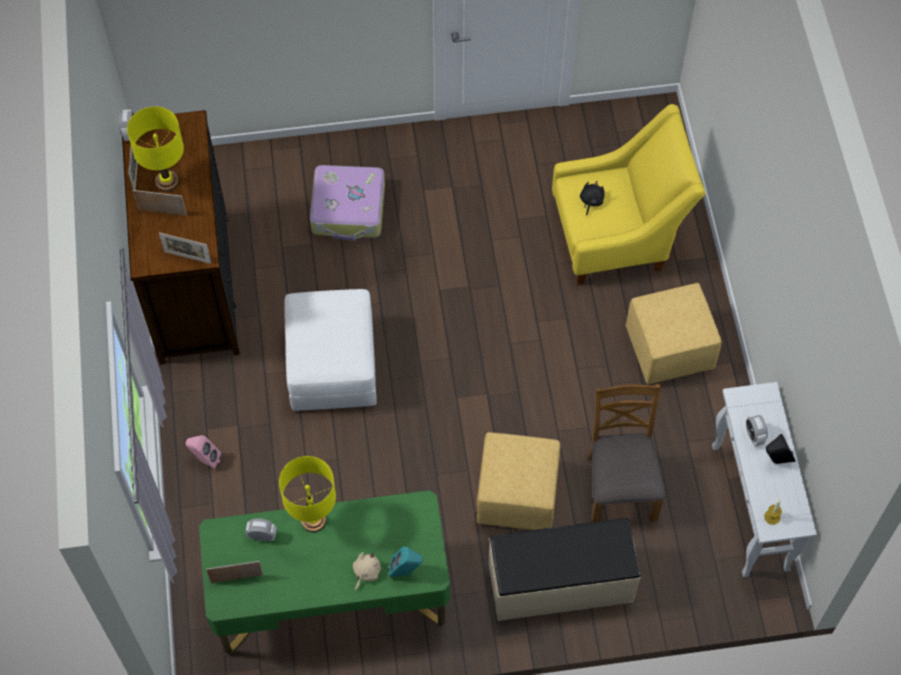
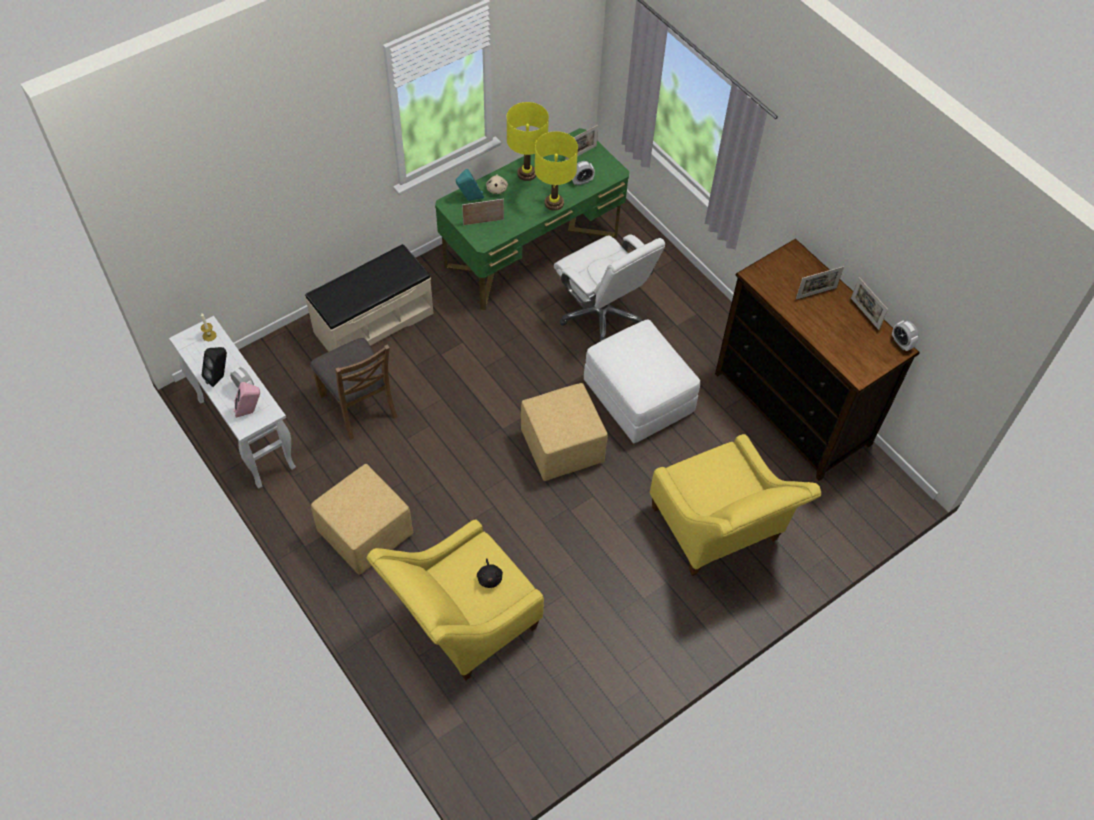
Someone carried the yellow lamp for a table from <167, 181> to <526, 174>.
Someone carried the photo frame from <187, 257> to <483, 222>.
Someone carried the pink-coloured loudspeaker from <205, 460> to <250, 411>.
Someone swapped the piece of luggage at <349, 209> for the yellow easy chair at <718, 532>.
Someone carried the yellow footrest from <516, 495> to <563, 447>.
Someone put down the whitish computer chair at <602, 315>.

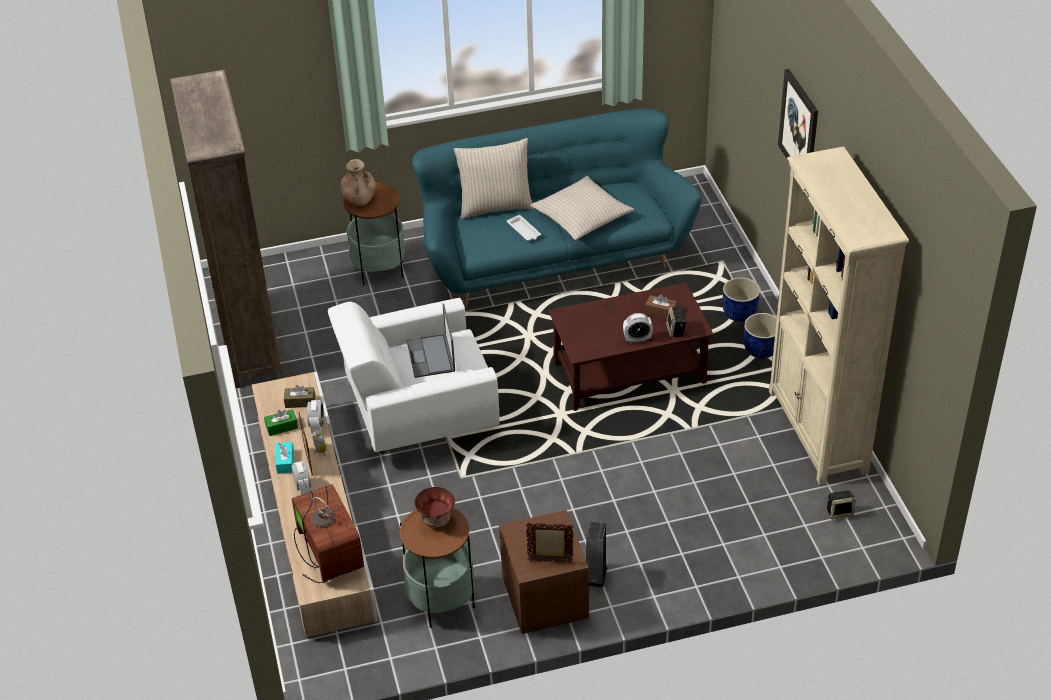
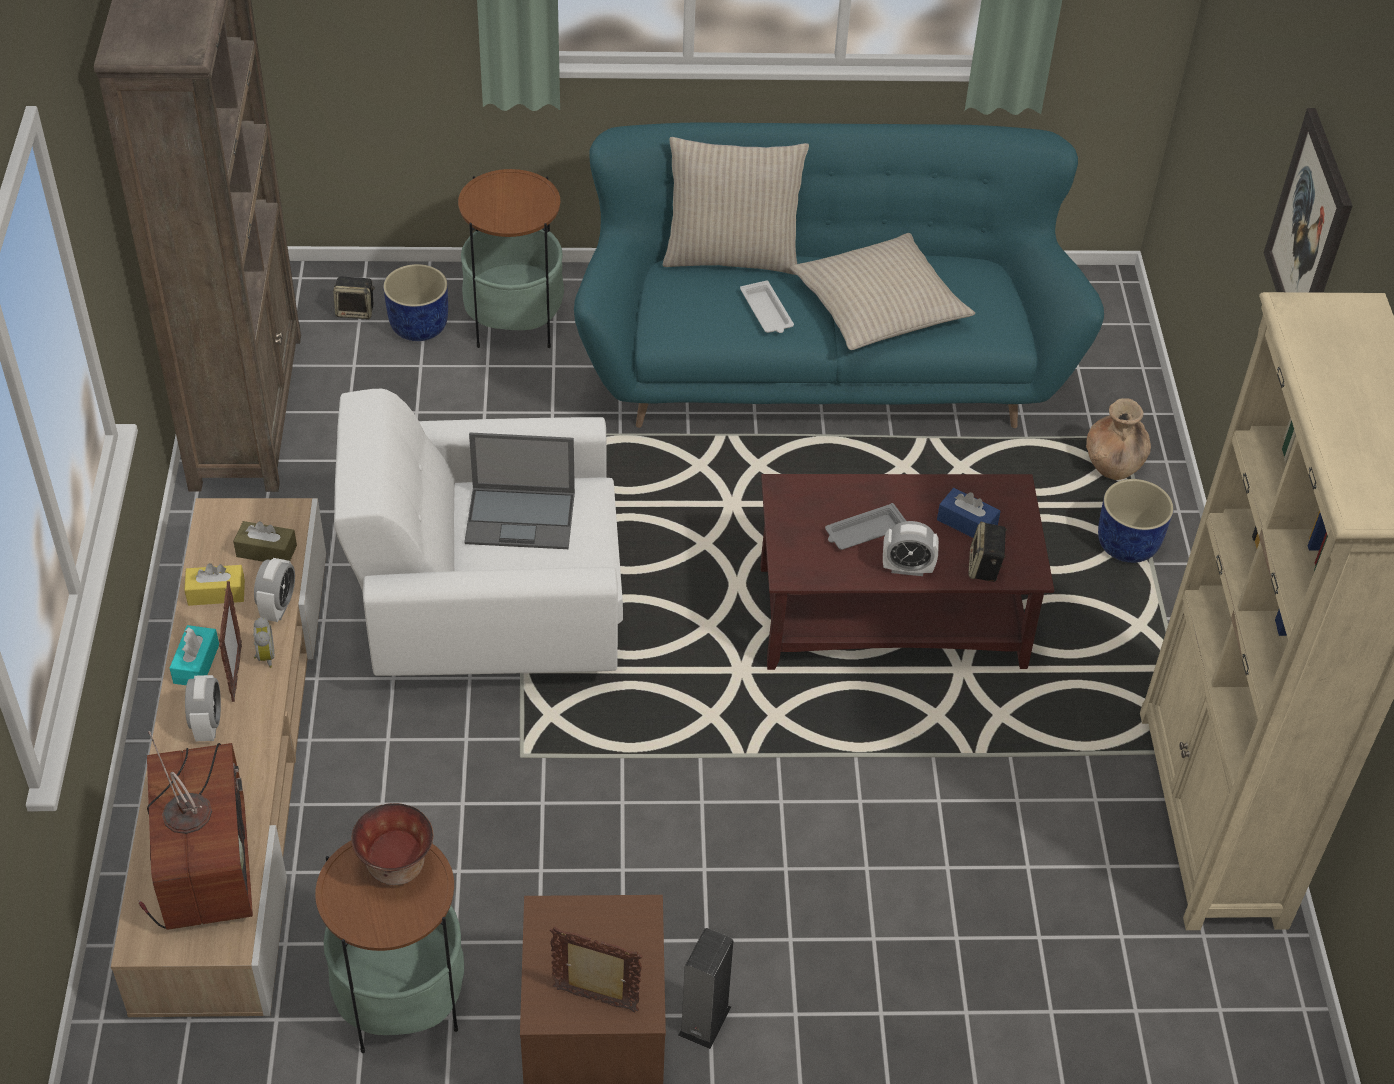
Someone repainted the green tissue holder at <281, 427>, which became the yellow tissue holder at <216, 593>.
Someone carried the brownish decorative vase from <359, 199> to <1113, 465>.
Someone rotated the portable computer at <431, 356> by 90 degrees counterclockwise.
Someone repainted the brownish tissue holder at <660, 312>, which became the bluish tissue holder at <967, 523>.
Someone carried the bluish plant pot from <761, 349> to <420, 326>.
Someone carried the loudspeaker from <840, 512> to <356, 311>.
Someone put down the grey serving tray at <864, 532>.

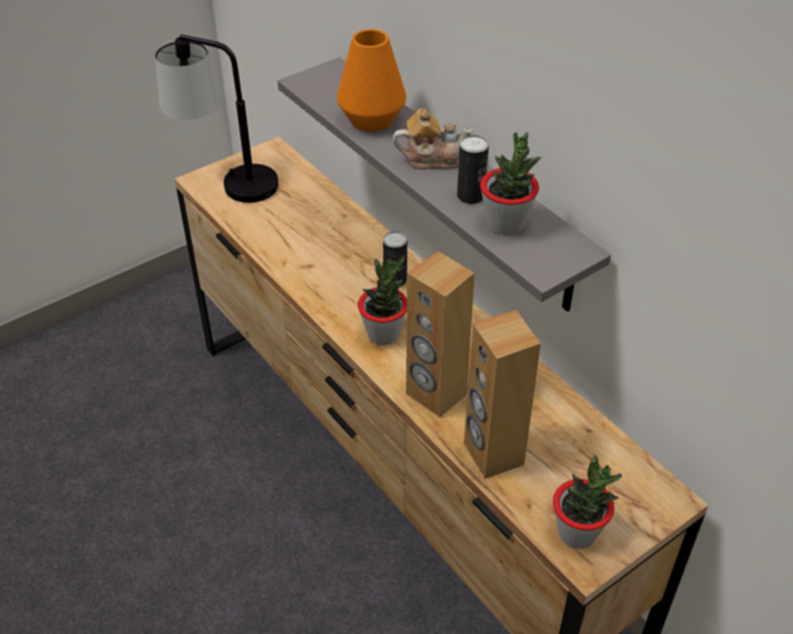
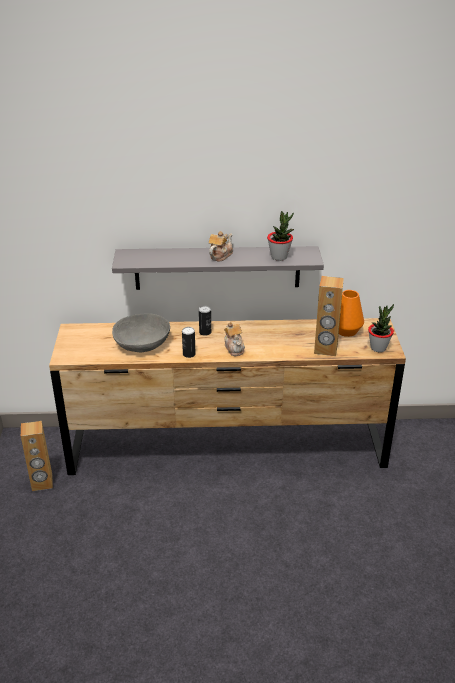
Someone took away the lamp for a table at <226, 182>.
Someone carried the orange-coloured decorative vase from <372, 119> to <346, 331>.
Someone swapped the potted plant at <383, 334> for the tea pot at <234, 348>.
Someone carried the brownish loudspeaker from <435, 394> to <42, 483>.
Someone carried the can from <470, 196> to <189, 354>.
Someone put down the grey serving bowl at <142, 343>.

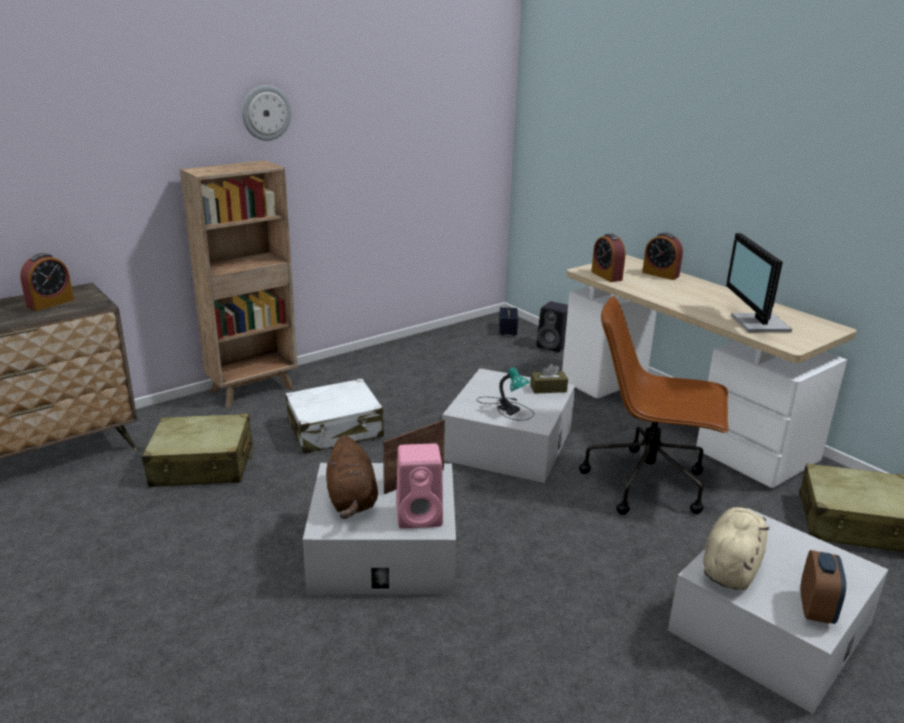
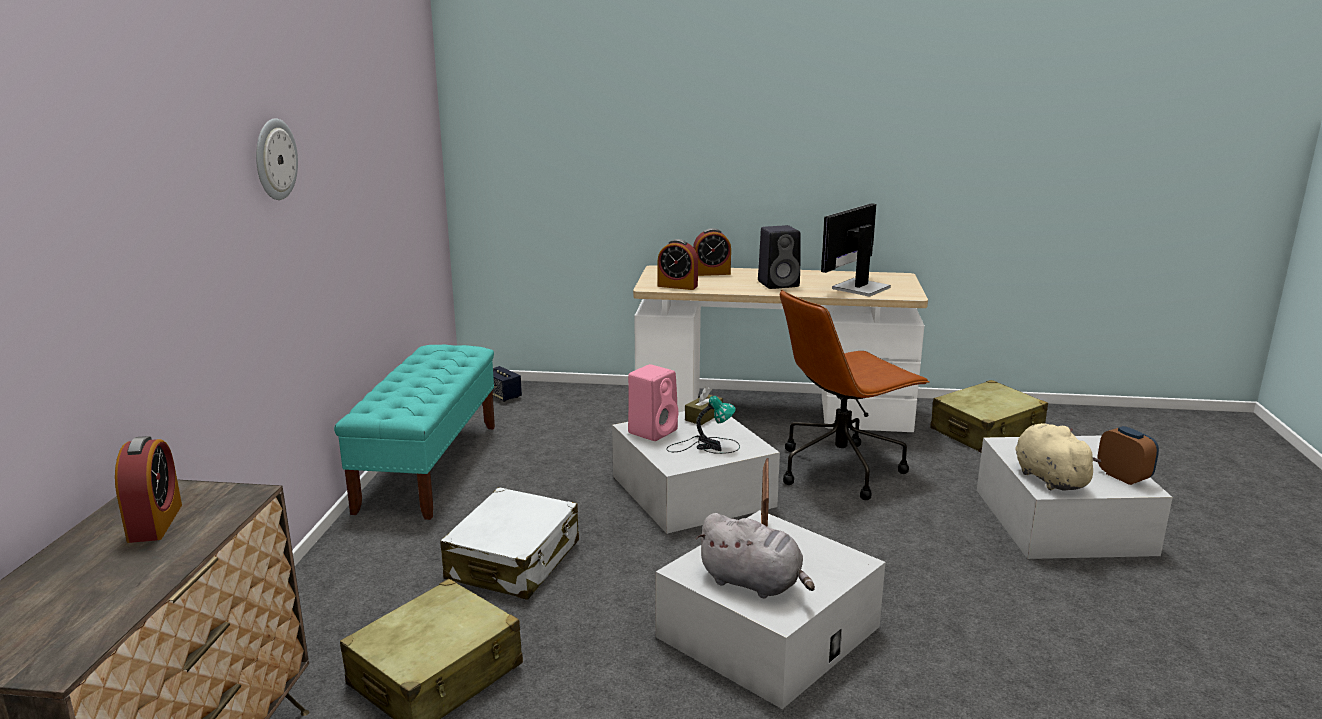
Someone took away the brownish bookcase at <254, 390>.
Someone repainted the brownish cuddly toy at <352, 501>, which became the grey cuddly toy at <754, 583>.
Someone carried the pink-coloured loudspeaker from <421, 516> to <653, 431>.
Someone carried the black-coloured loudspeaker from <553, 346> to <779, 284>.
Someone rotated the computer display at <758, 324> by 90 degrees clockwise.
Someone put down the turquoise-coloured bench at <429, 466>.

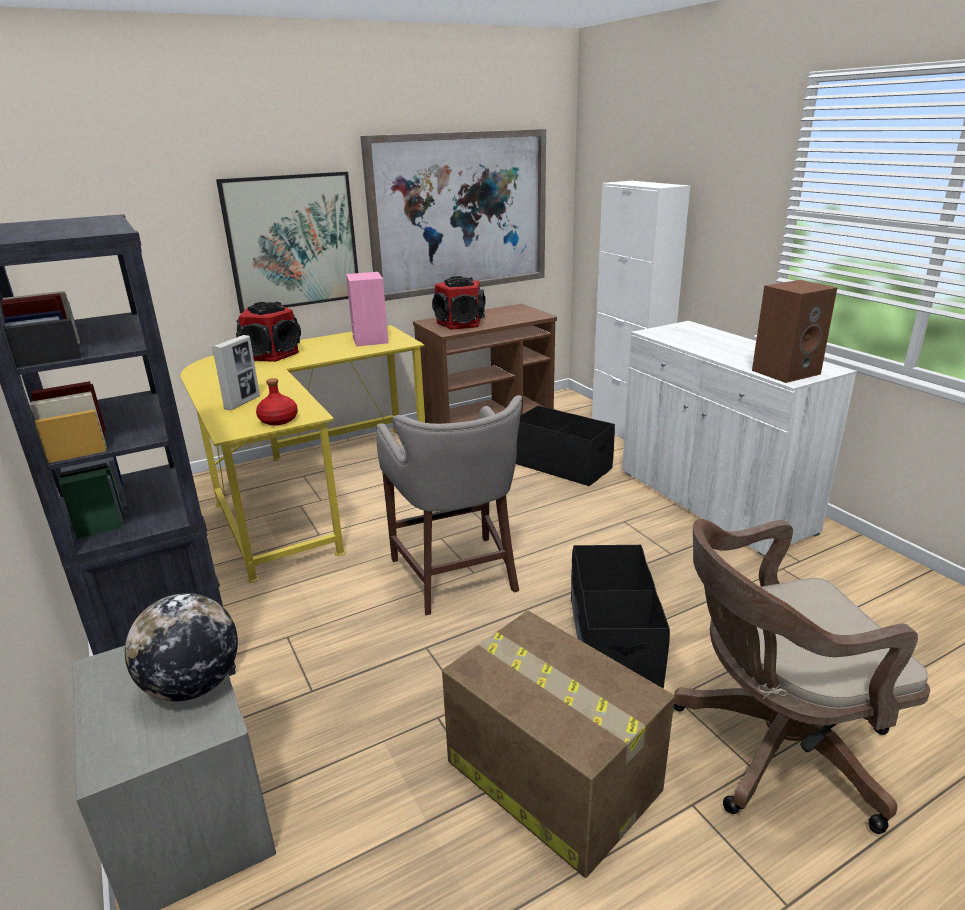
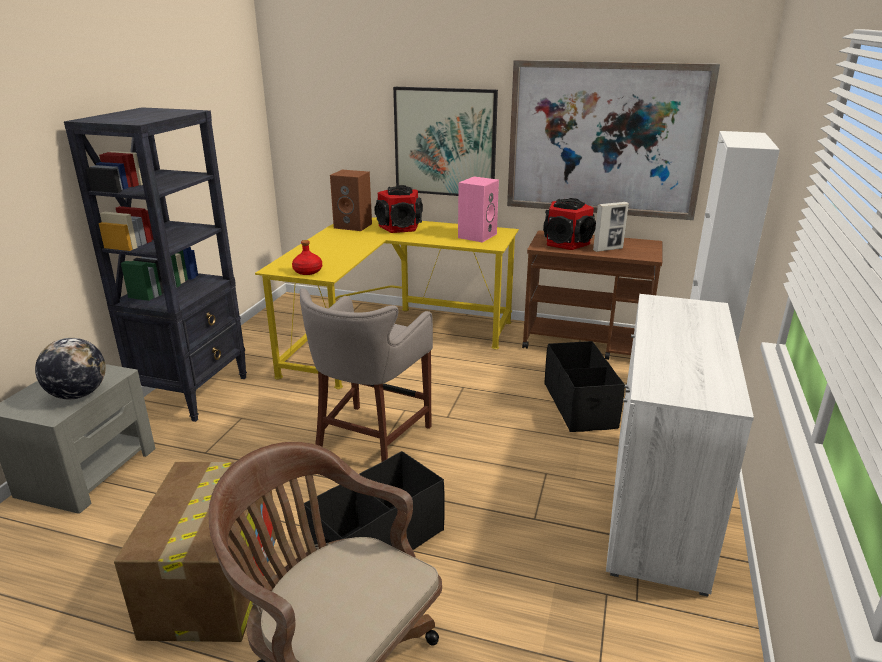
Someone carried the photo frame from <242, 402> to <608, 249>.
Someone carried the brownish loudspeaker from <785, 371> to <354, 226>.

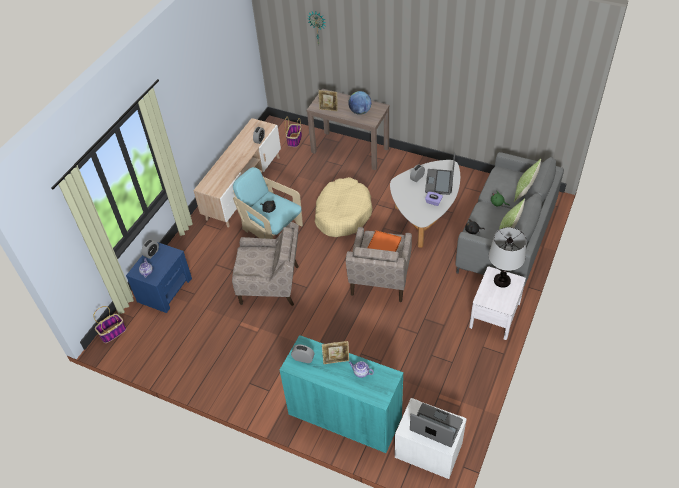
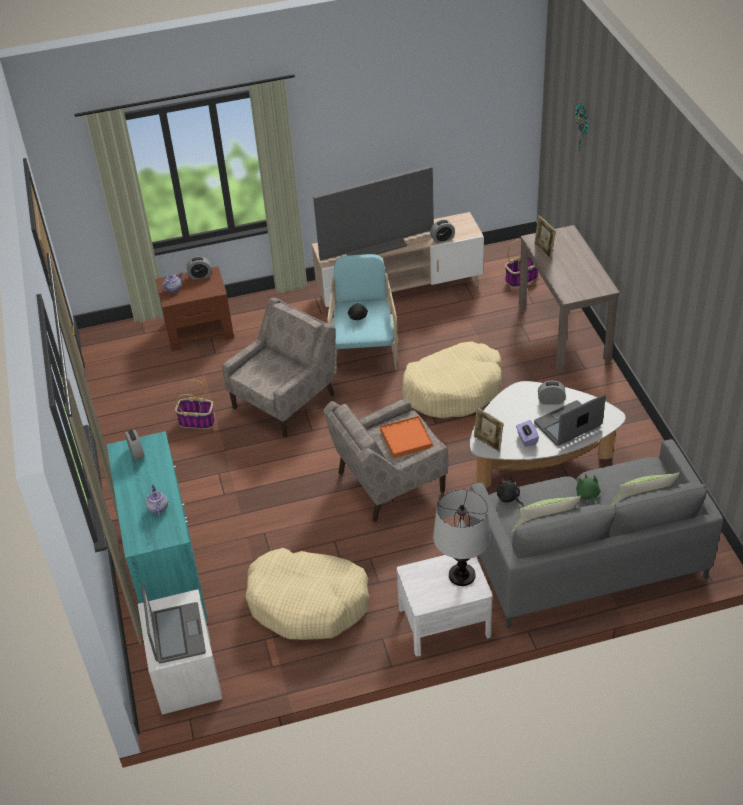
Someone carried the basket from <113, 332> to <197, 421>.
Someone repainted the bluish bedside table at <165, 289>, which became the brownish bedside table at <199, 330>.
Someone rotated the beige easy chair at <270, 285> by 105 degrees counterclockwise.
Someone carried the photo frame from <336, 361> to <487, 443>.
Someone took away the desk globe at <360, 111>.
Someone put down the beige dog cushion at <308, 602>.
Someone put down the TV set at <374, 245>.

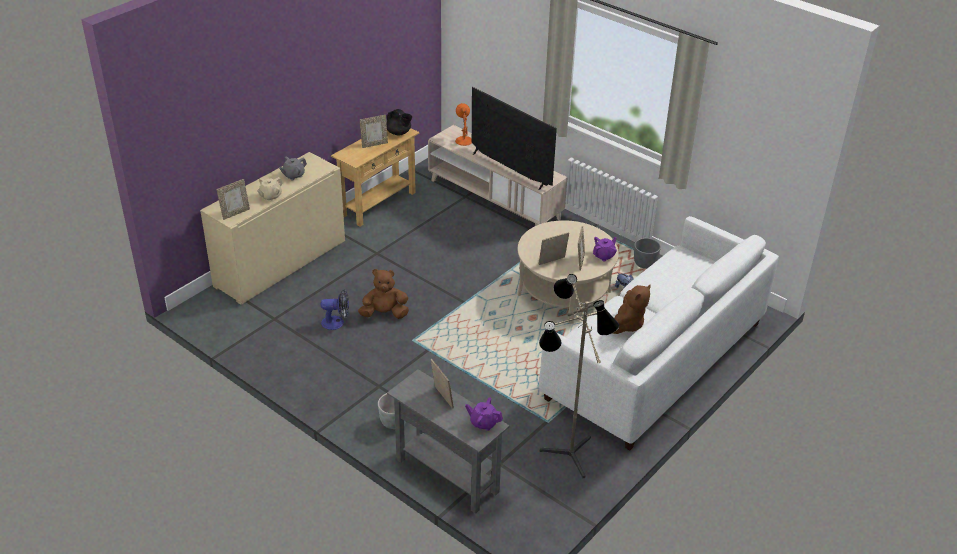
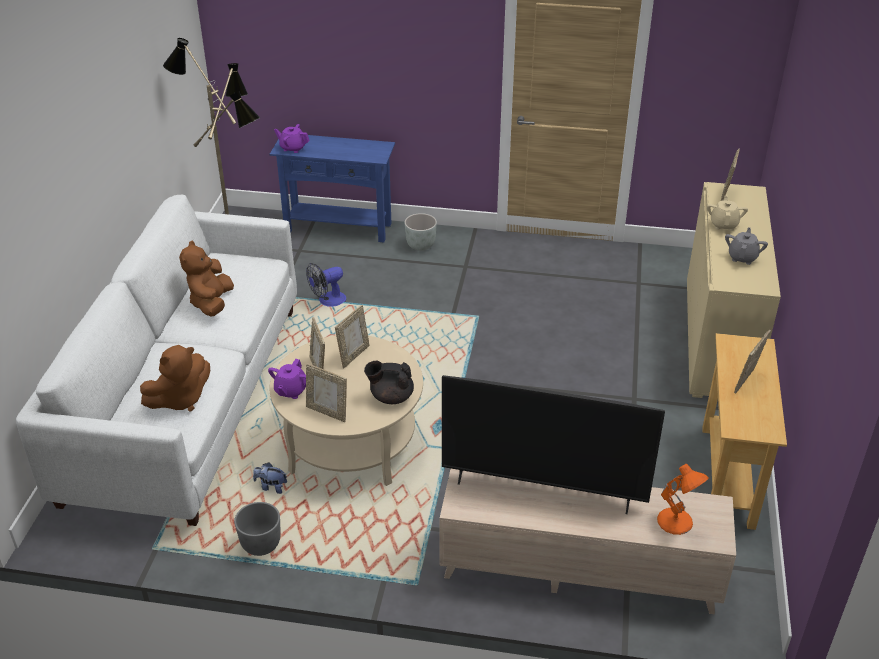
Someone carried the cooling fan from <337, 322> to <327, 301>.
Someone carried the brownish cuddly toy from <384, 314> to <180, 399>.
Someone carried the black-coloured tea pot from <399, 133> to <391, 397>.
Someone repainted the grey console table at <447, 475>, which became the bluish console table at <338, 228>.
Someone carried the photo frame from <442, 398> to <327, 412>.
Someone rotated the purplish tea pot at <483, 423> by 150 degrees counterclockwise.

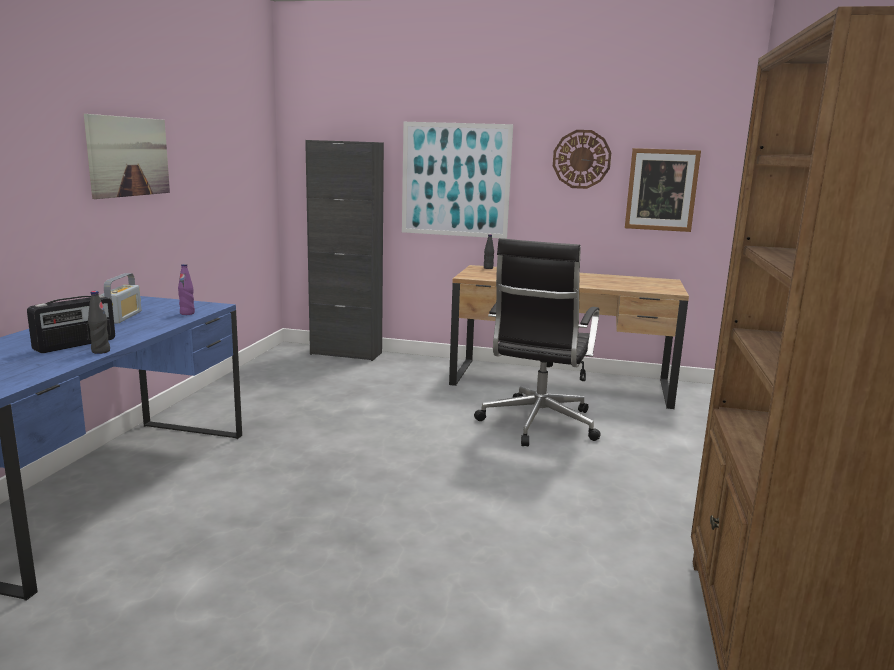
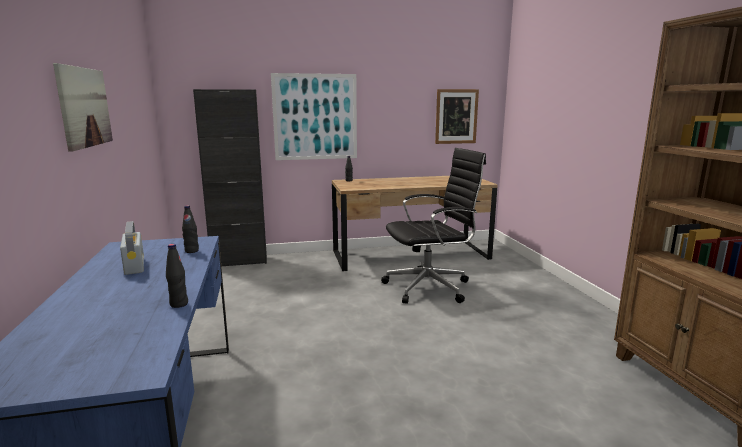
Someone took away the radio receiver at <75, 345>.
Someone repainted the purplish drink bottle at <187, 313>, which became the black-coloured drink bottle at <191, 251>.
Someone rotated the black-coloured computer chair at <537, 424> by 105 degrees counterclockwise.
Someone took away the wall clock at <581, 159>.

